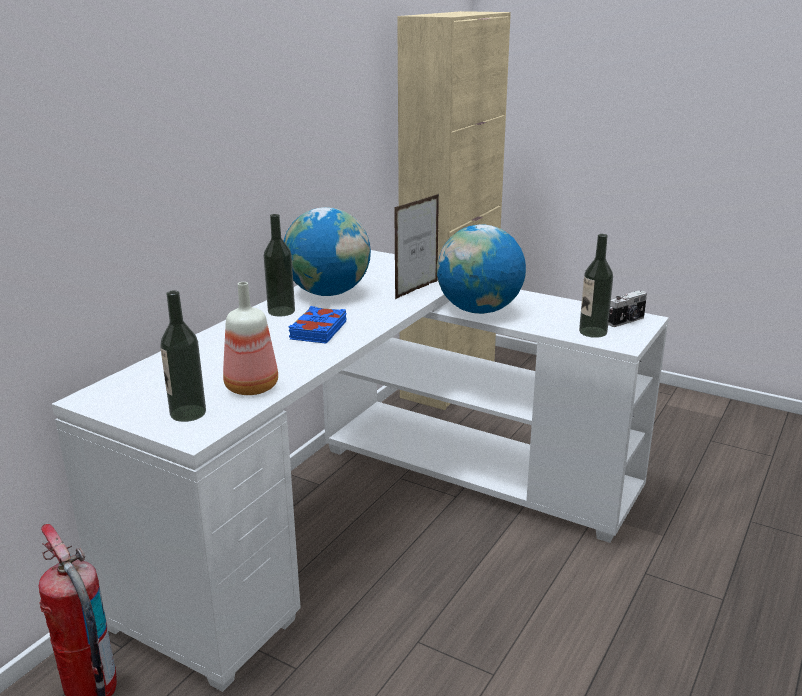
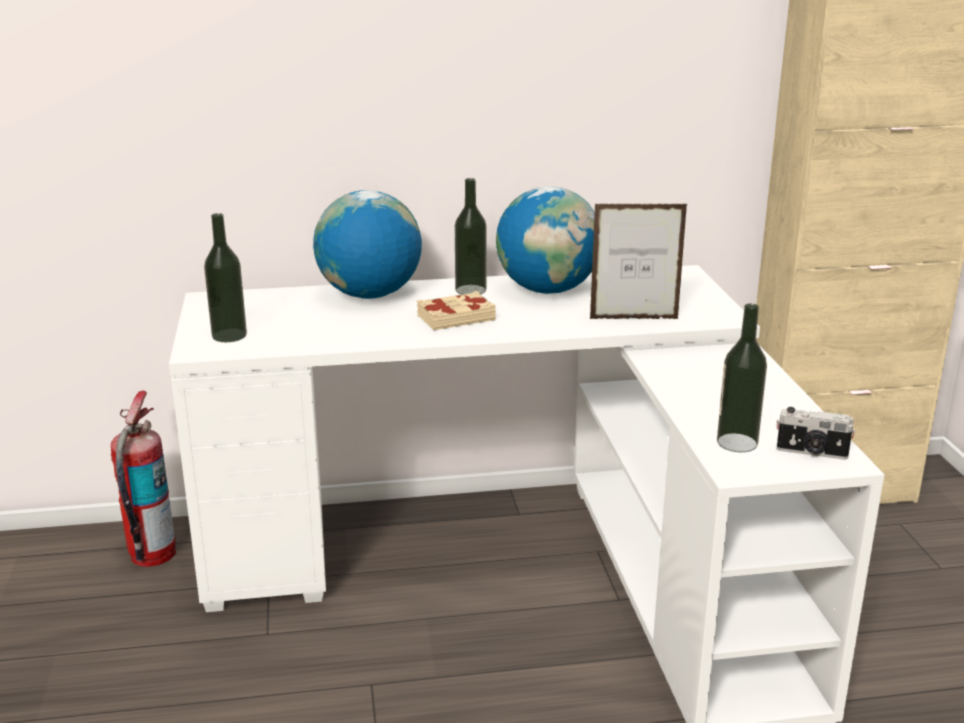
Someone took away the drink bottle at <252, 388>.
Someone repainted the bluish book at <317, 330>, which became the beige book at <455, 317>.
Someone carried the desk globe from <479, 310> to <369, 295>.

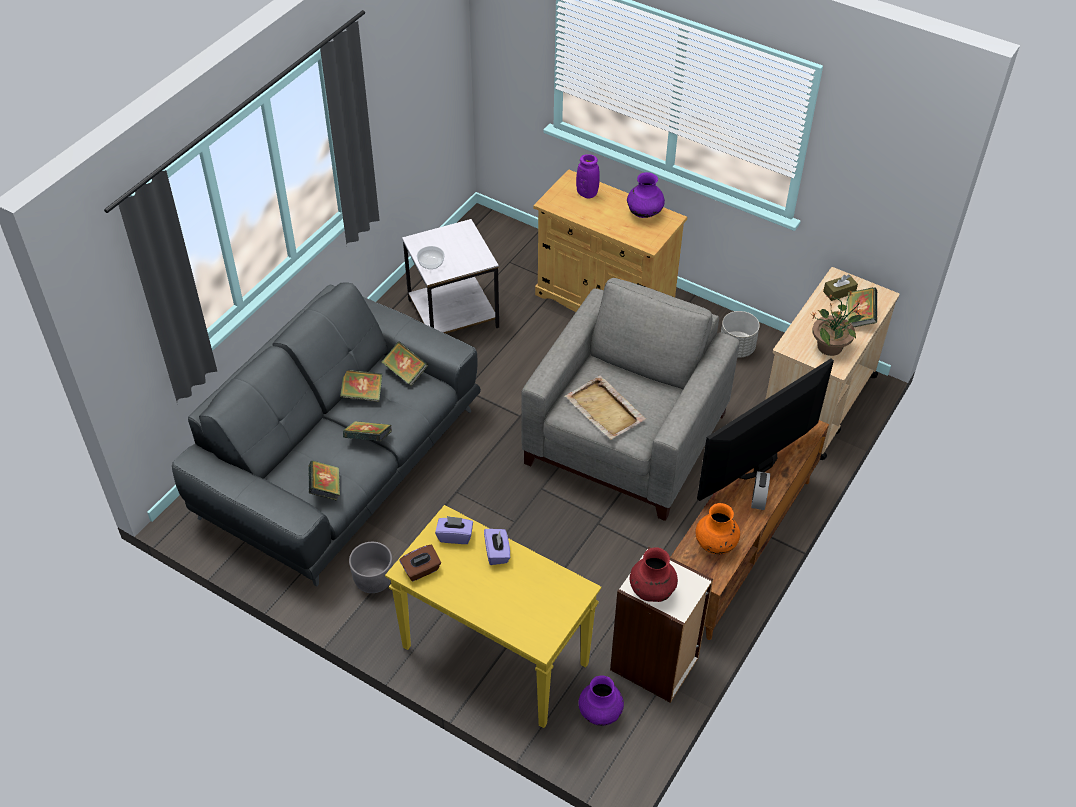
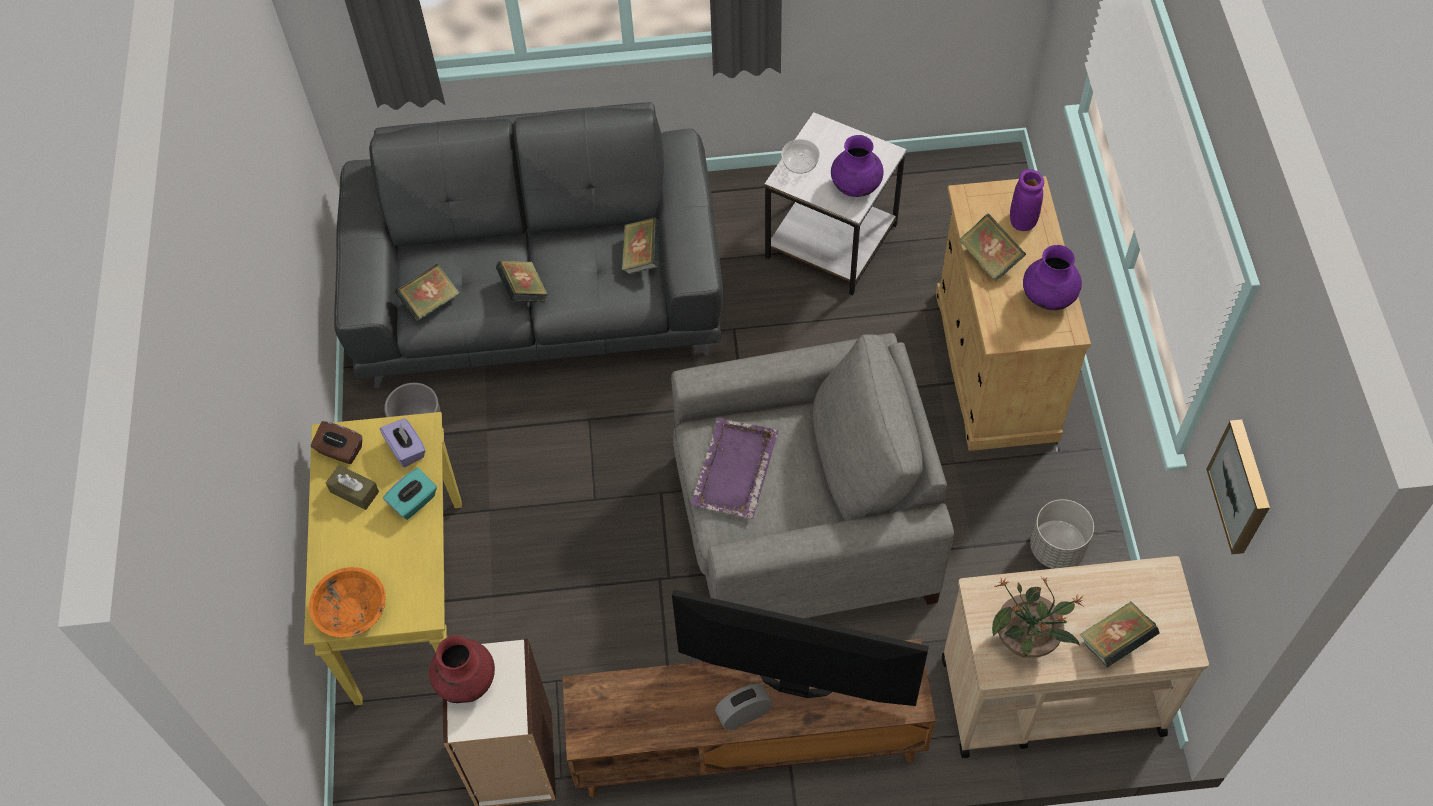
Someone carried the book from <362, 394> to <989, 258>.
Someone repainted the purplish tissue holder at <497, 553>, which became the turquoise-coloured tissue holder at <414, 502>.
Someone repainted the beige serving tray at <605, 410>, which became the purplish serving tray at <734, 470>.
Someone carried the purplish decorative vase from <600, 713> to <856, 187>.
Someone took away the orange-coloured decorative vase at <715, 545>.
Someone carried the brownish tissue holder from <839, 292> to <354, 492>.
Someone put down the orange-coloured serving bowl at <352, 612>.
Someone put up the wall art at <1242, 486>.

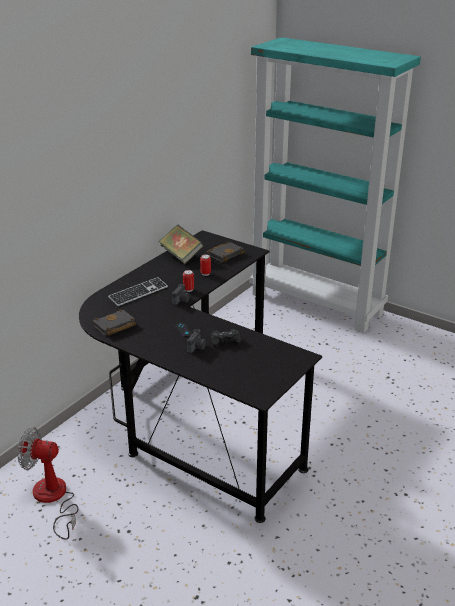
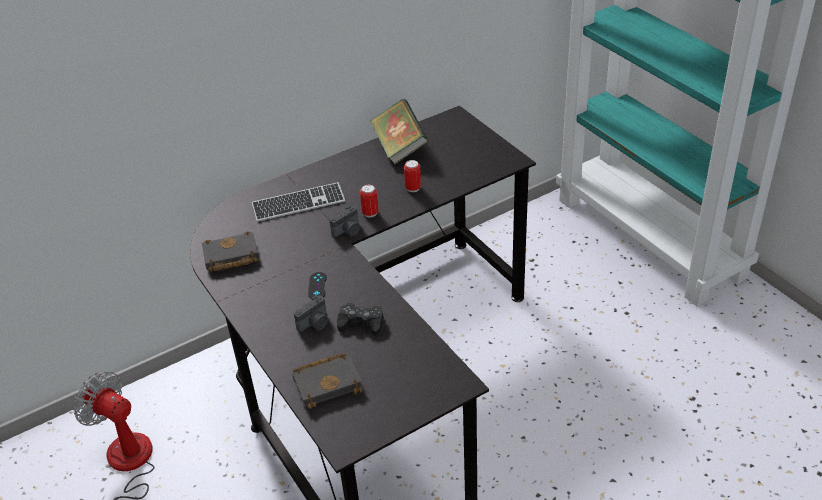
Someone carried the black-coloured book from <225, 254> to <328, 382>.

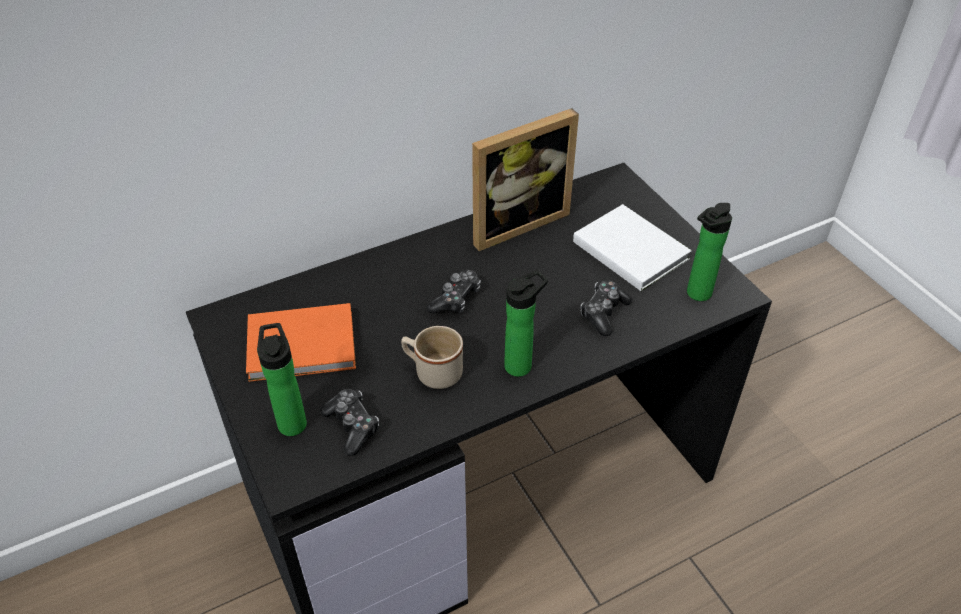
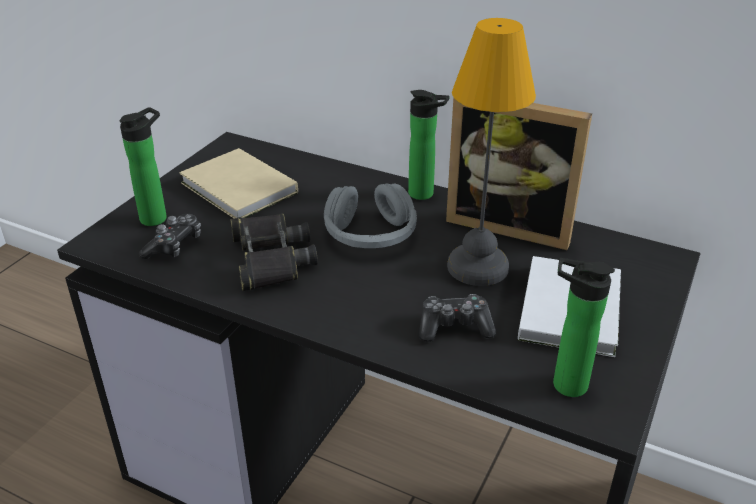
Someone repainted the orange-coloured book at <305, 346>, which became the beige book at <239, 189>.
Someone swapped the beige mug at <432, 372> for the black-coloured binoculars at <270, 259>.
Someone swapped the game controller at <456, 299> for the grey pair of headphones at <370, 234>.
Someone carried the drink bottle from <521, 364> to <425, 194>.
Someone put down the lamp for a table at <480, 267>.

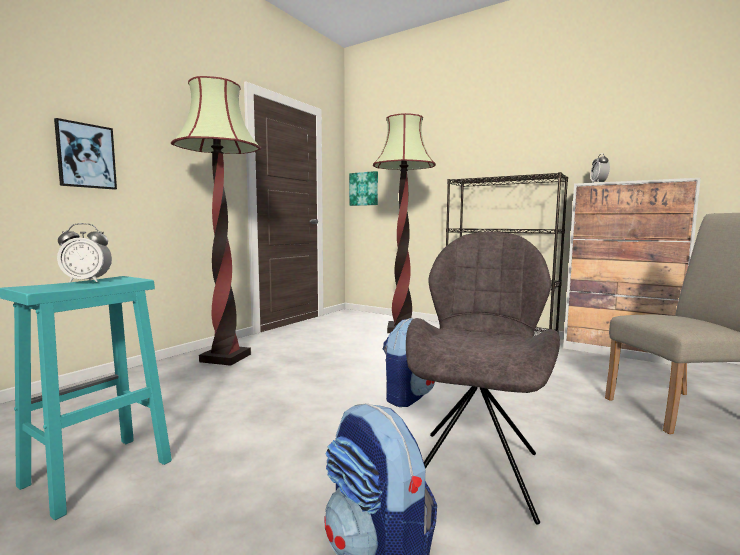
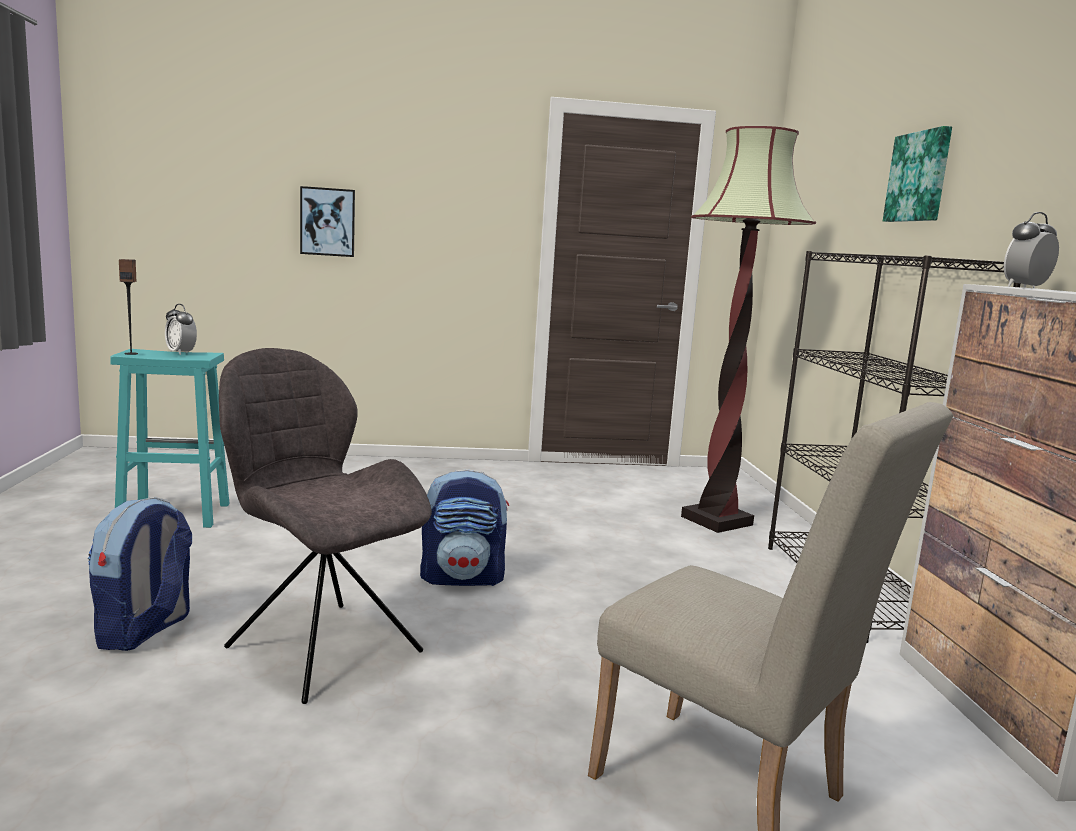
Someone took away the standard lamp at <225, 358>.
Someone carried the wall art from <364, 189> to <919, 177>.
Someone rotated the grey chair at <476, 469> by 120 degrees counterclockwise.
Someone put down the loudspeaker at <131, 353>.

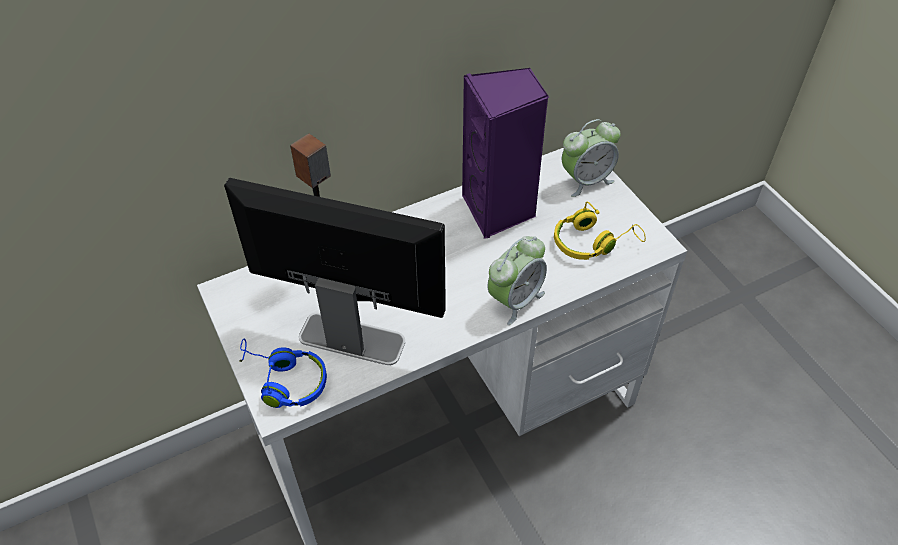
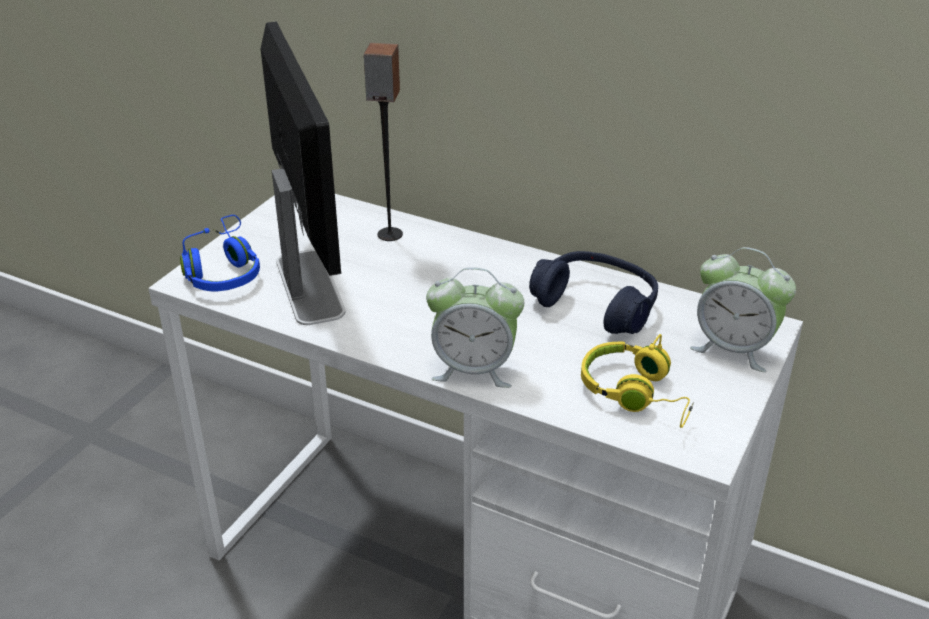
Someone swapped the purplish loudspeaker at <499, 210> for the bluish pair of headphones at <596, 305>.

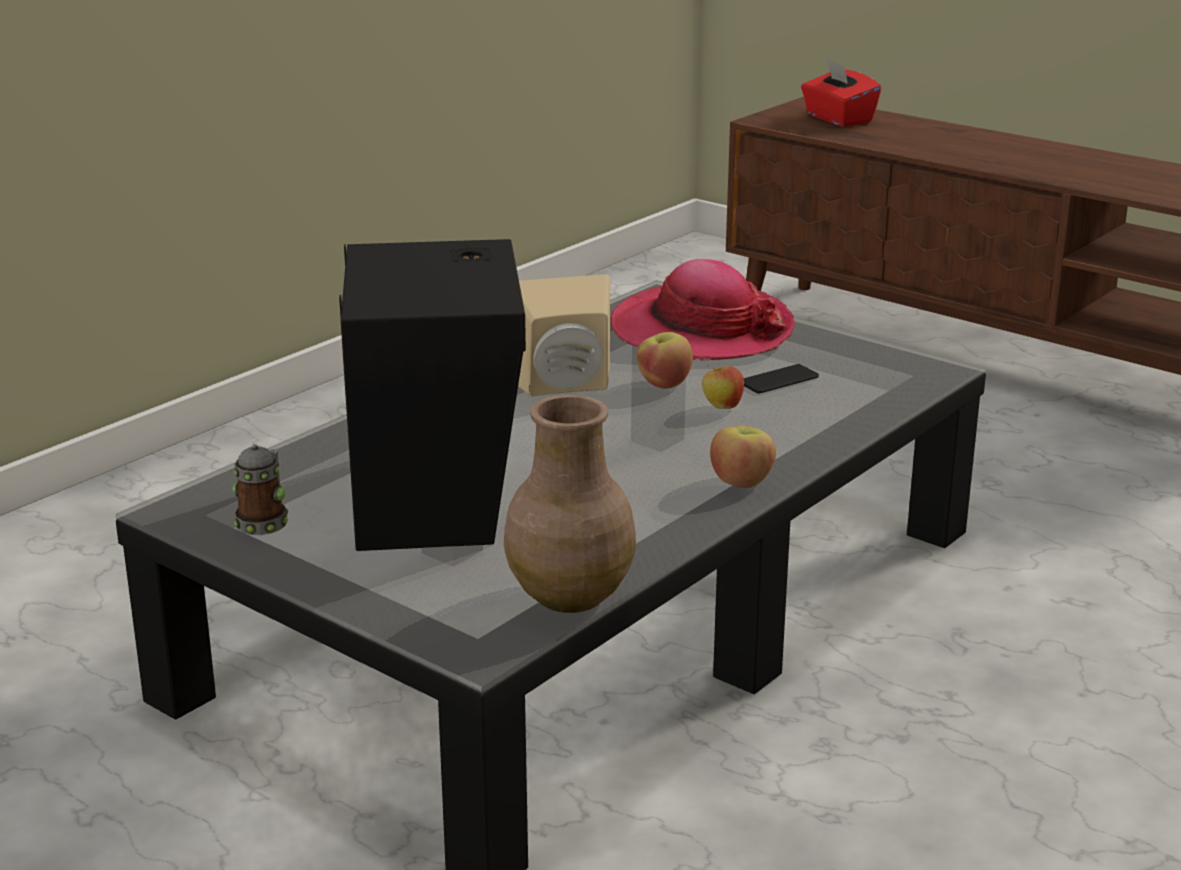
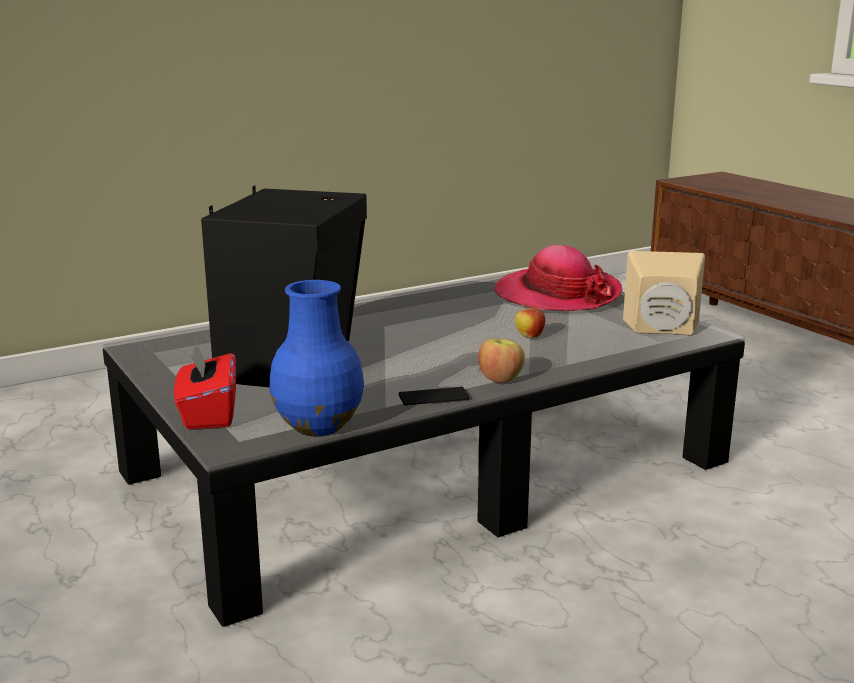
Someone took away the mug at <264, 521>.
Someone repainted the brownish decorative vase at <568, 595>, which became the bluish decorative vase at <318, 425>.
Someone carried the beige loudspeaker from <565, 387> to <662, 330>.
Someone took away the whole apple at <663, 383>.
Someone carried the handset from <778, 380> to <433, 397>.
Someone carried the red tissue holder from <838, 119> to <208, 414>.

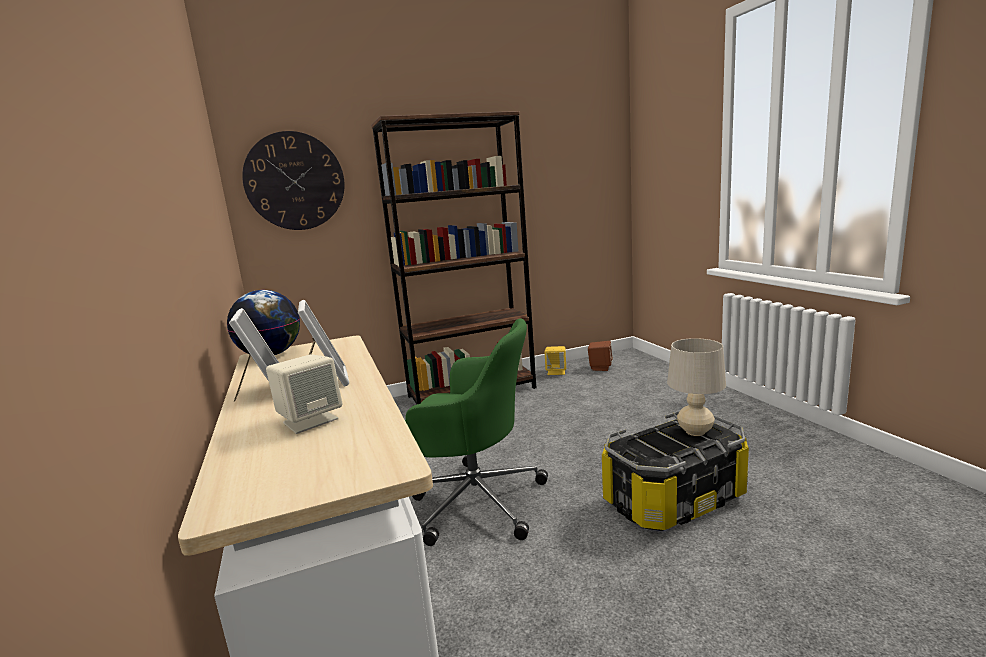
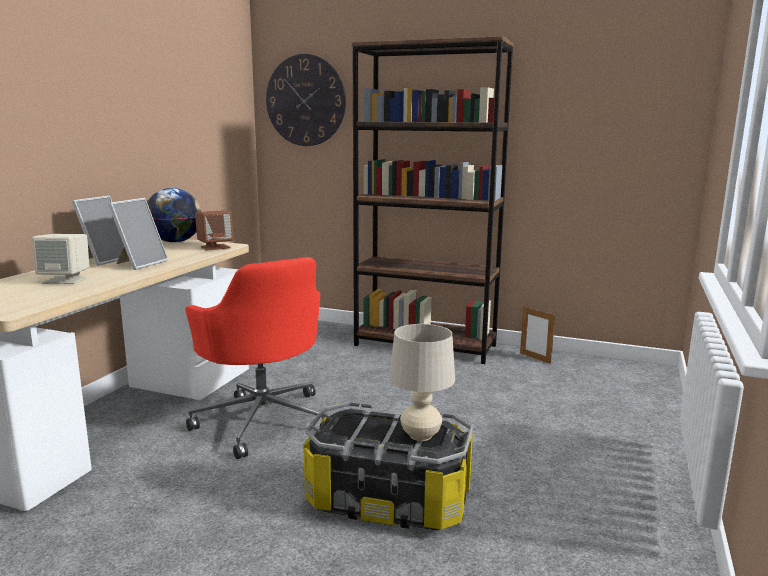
Someone repainted the green computer chair at <474, 501>, which became the red computer chair at <263, 420>.
Someone swapped the yellow loudspeaker at <556, 372> for the photo frame at <535, 358>.
Someone carried the brownish loudspeaker from <600, 367> to <215, 247>.

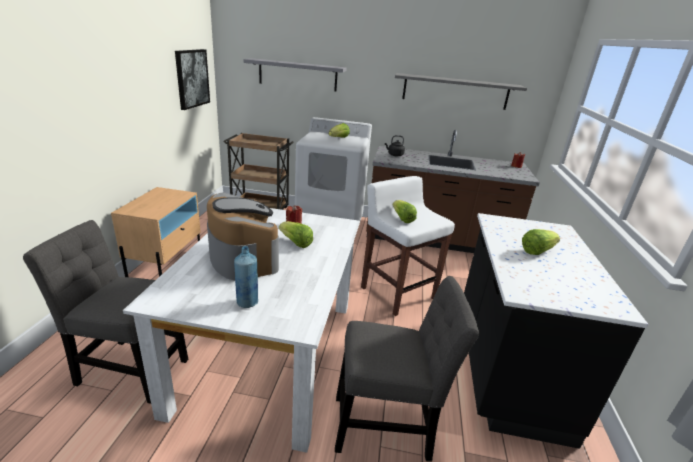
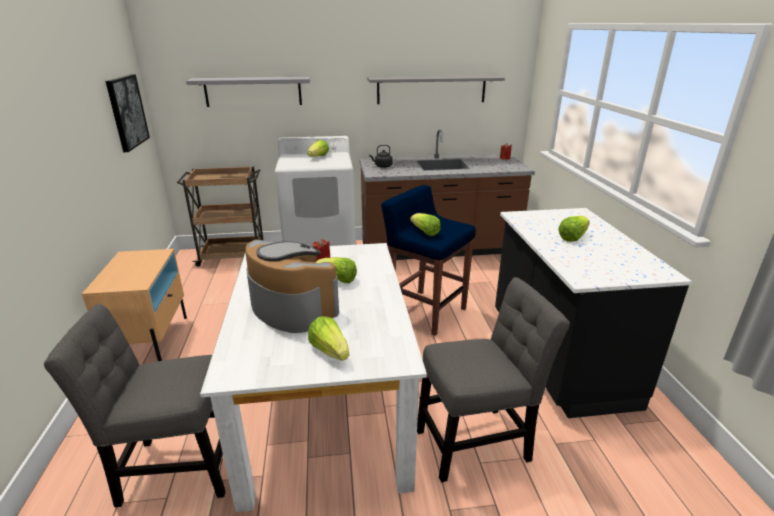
Someone swapped the bluish drink bottle at <247, 302> for the lettuce head at <330, 351>.
Someone repainted the whitish sitting stool at <397, 292>, which became the bluish sitting stool at <425, 311>.

